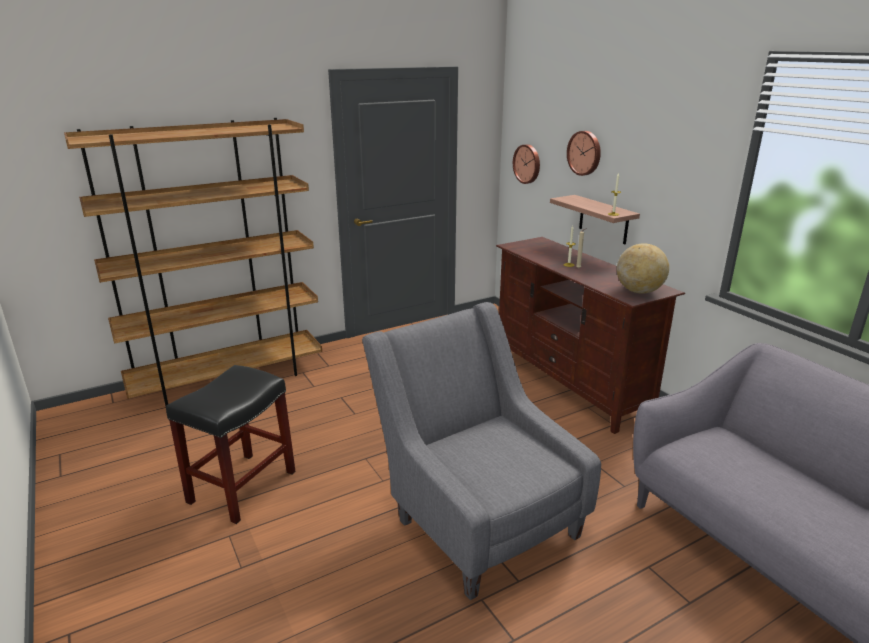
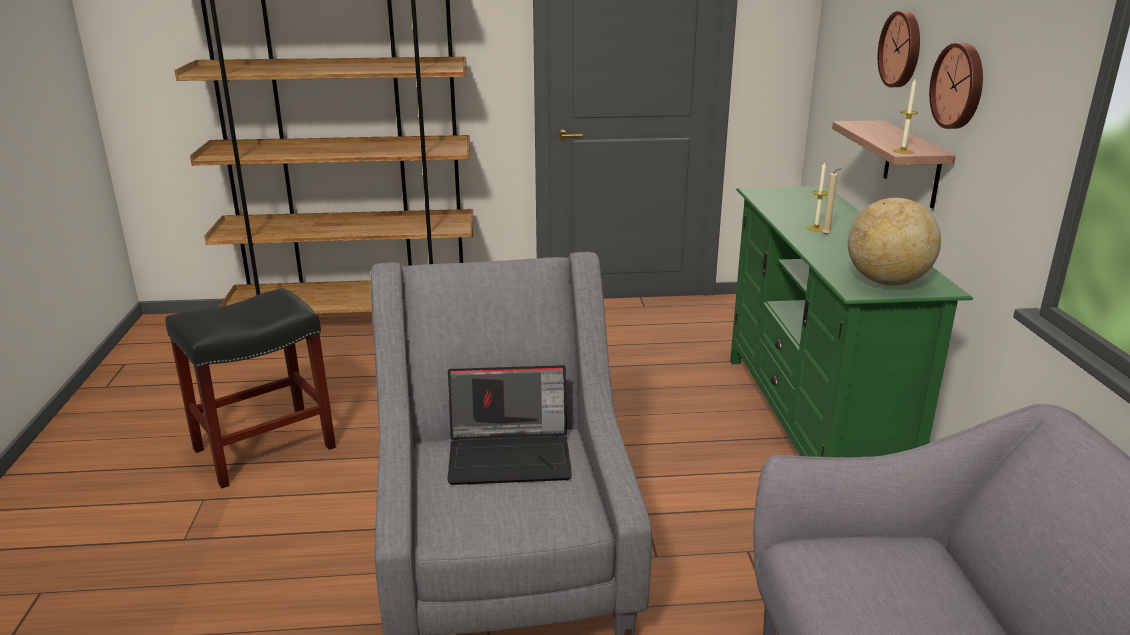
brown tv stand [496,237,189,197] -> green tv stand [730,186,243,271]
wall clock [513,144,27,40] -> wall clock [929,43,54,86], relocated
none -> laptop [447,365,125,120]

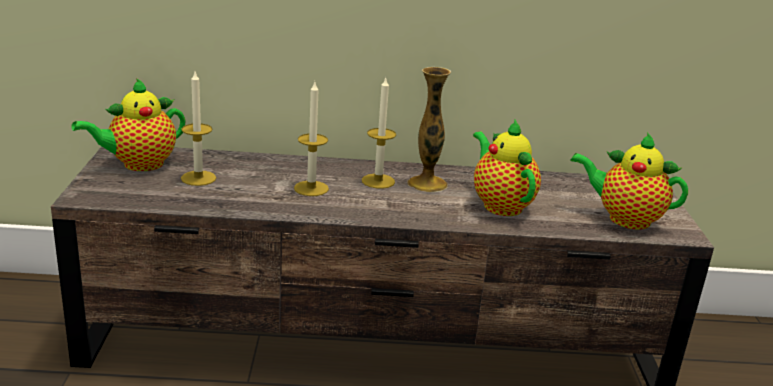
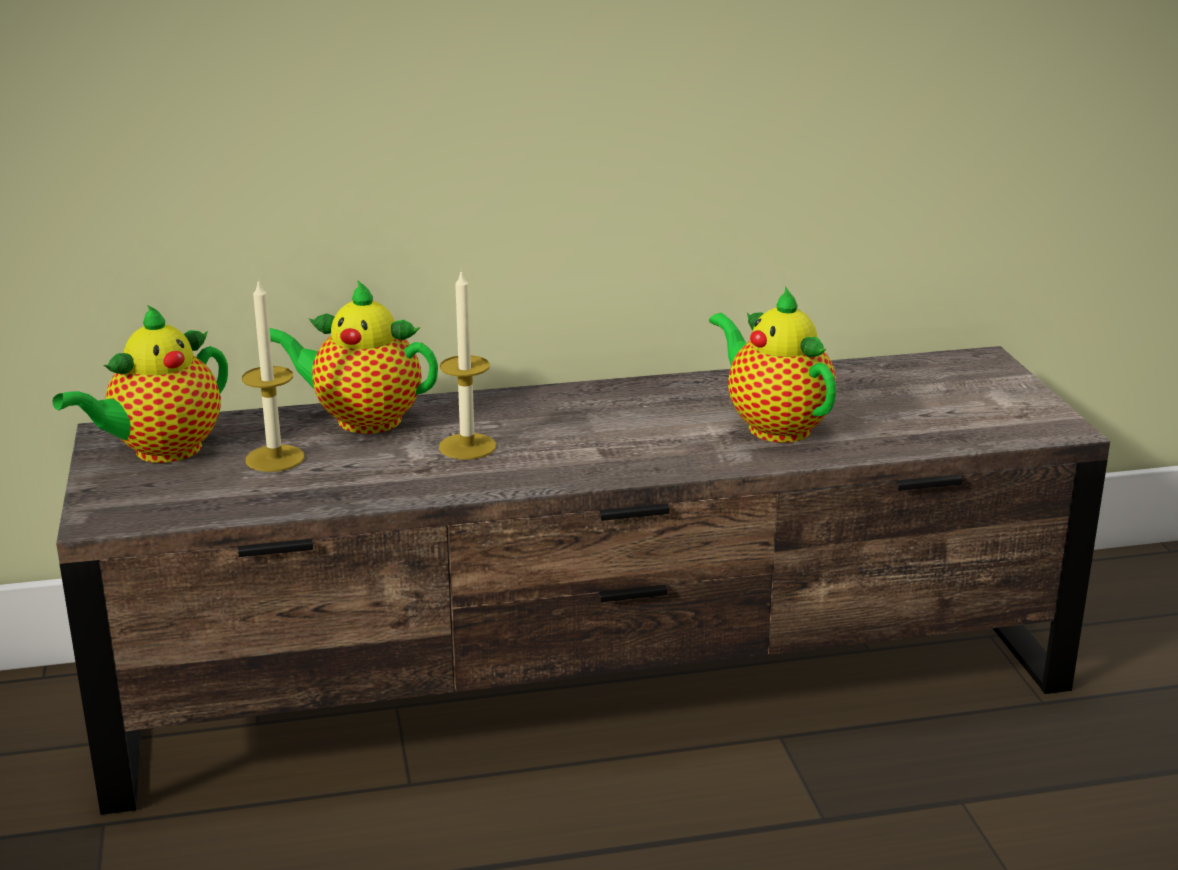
candle [362,78,34,111] -> none
vase [407,67,44,125] -> none
teapot [570,132,118,98] -> teapot [269,280,169,154], relocated

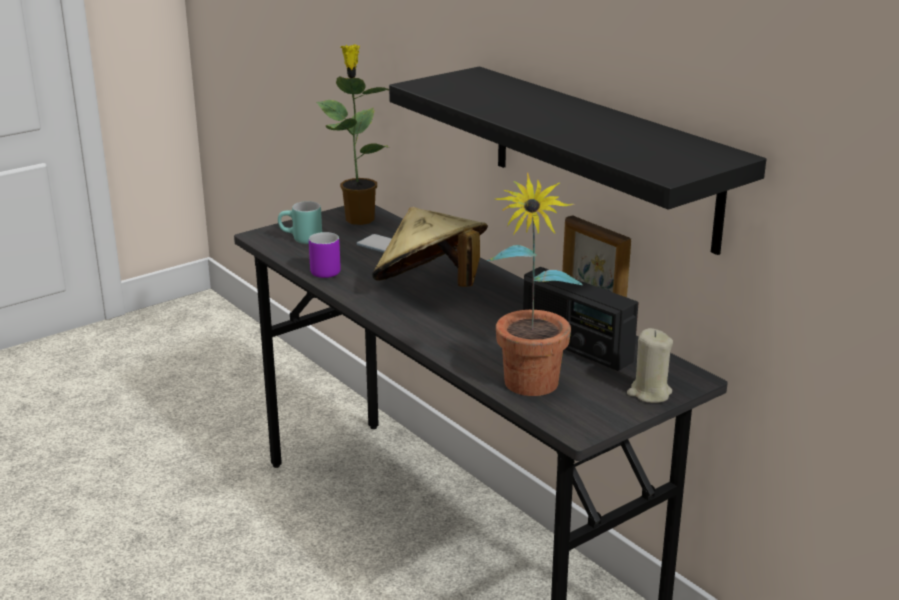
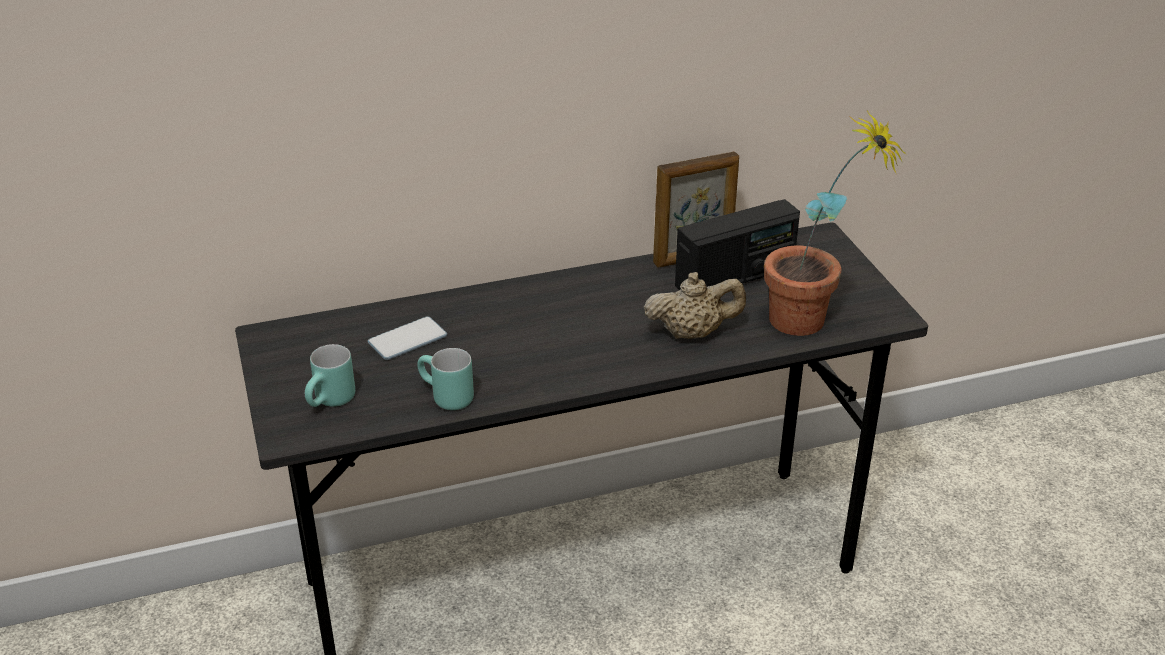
purple mug [309,232,32,46] -> turquoise mug [417,348,57,62]
potted plant [316,44,73,181] -> none
beige hat [372,207,116,80] -> none
black shelf [389,66,377,189] -> none
beige candle [627,328,46,75] -> none
none -> beige teapot [644,272,102,67]

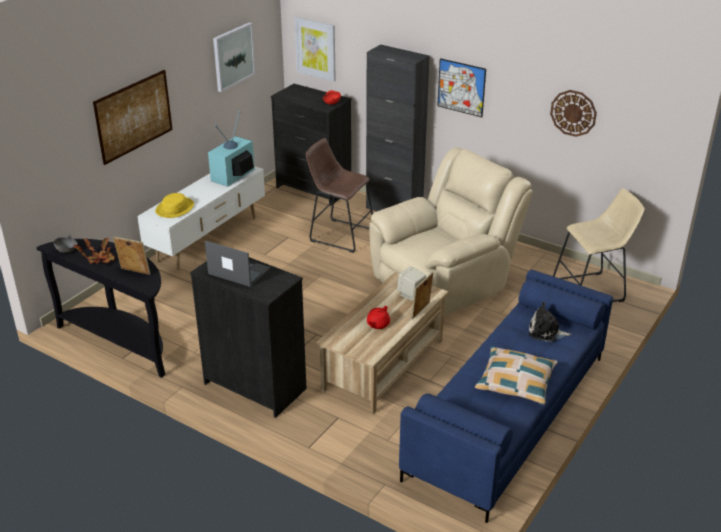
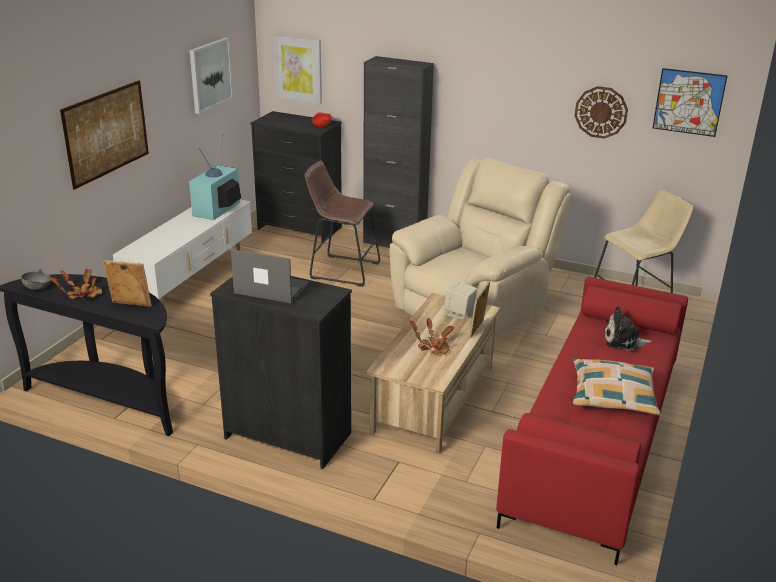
yellow hat [155,193,39,25] -> none
red teapot [367,306,23,23] -> potted plant [409,318,45,37]
blue sofa [399,269,214,254] -> red sofa [496,277,192,288]
picture [437,58,49,59] -> picture [653,68,75,69], relocated

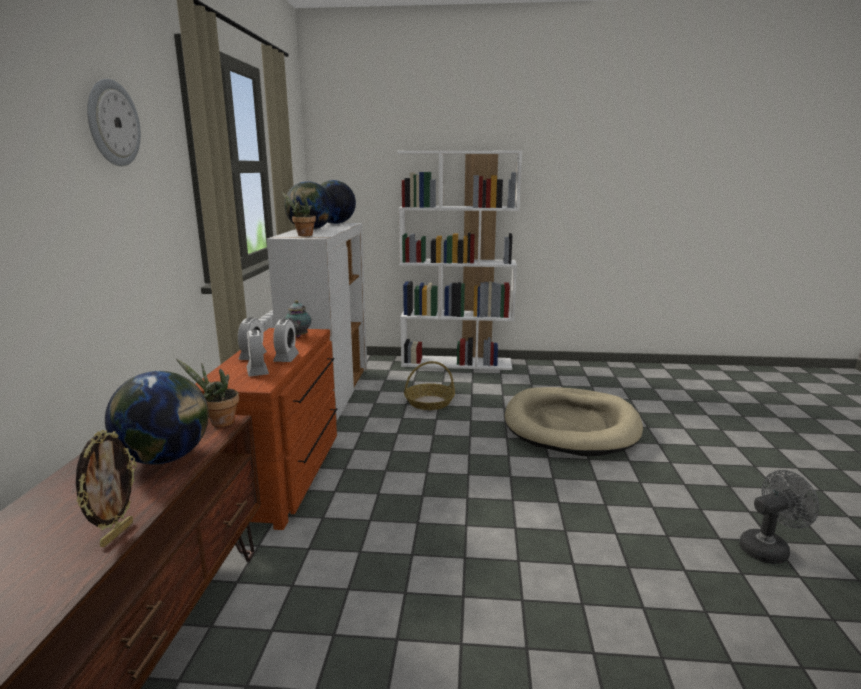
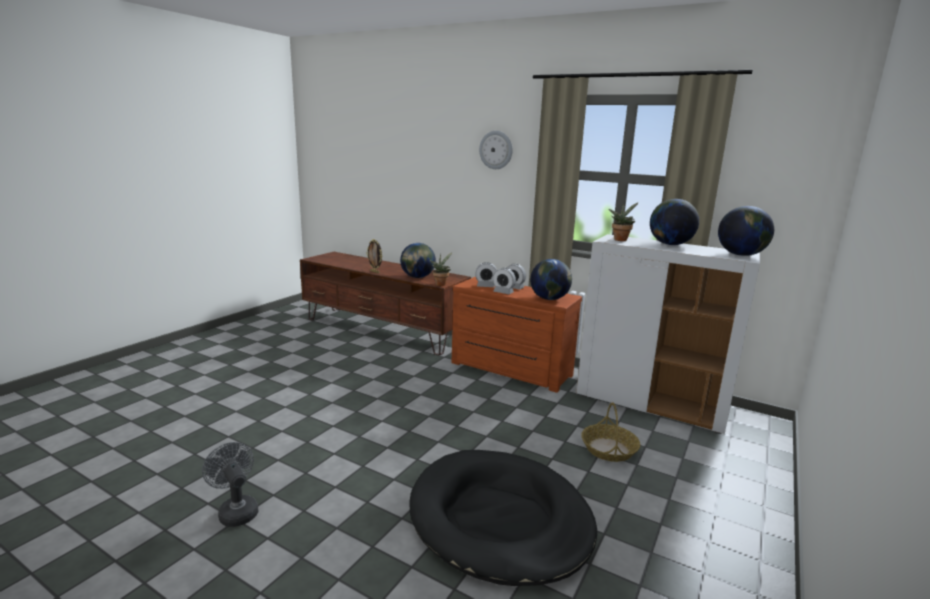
teapot [285,300,26,37] -> globe [530,259,42,41]
white bookcase [397,151,125,219] -> none
beige dog bed [505,387,138,69] -> black dog bed [409,450,188,136]
grey fan [739,470,80,94] -> grey fan [202,442,56,85], 135 degrees clockwise

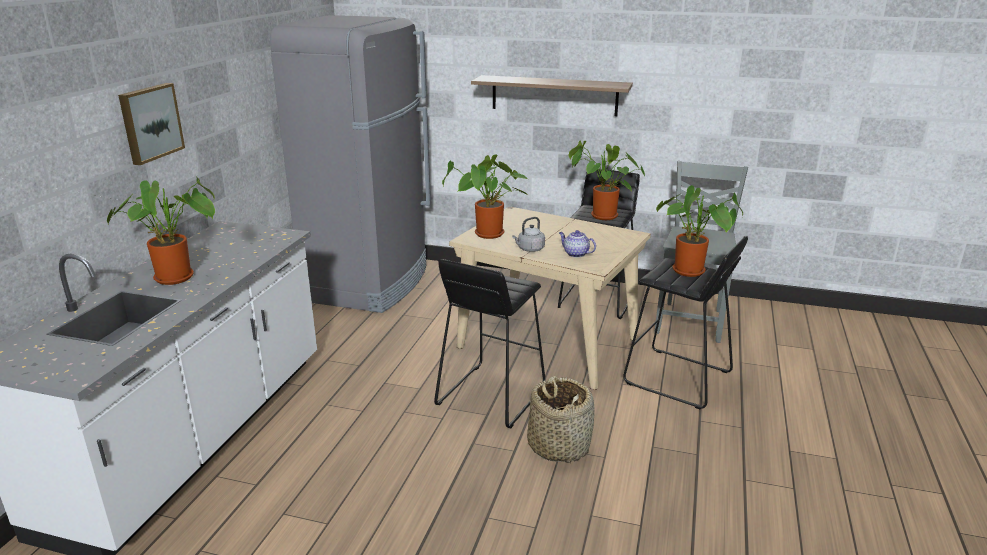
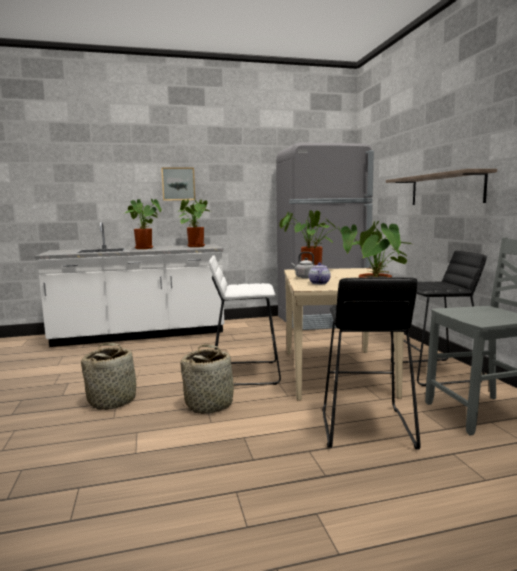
black stool [434,259,111,169] -> white stool [209,256,72,130]
potted plant [569,141,76,79] -> potted plant [177,199,34,48], relocated
none -> basket [81,343,59,67]

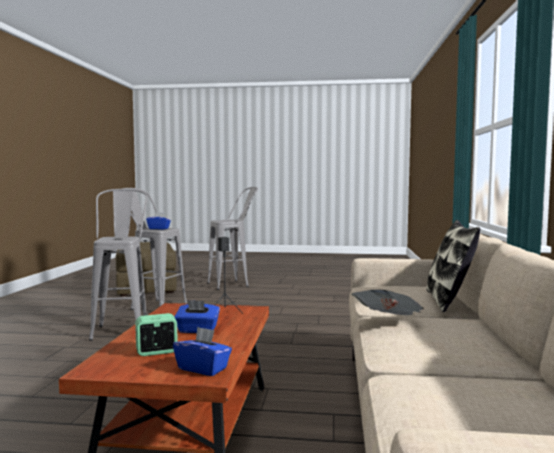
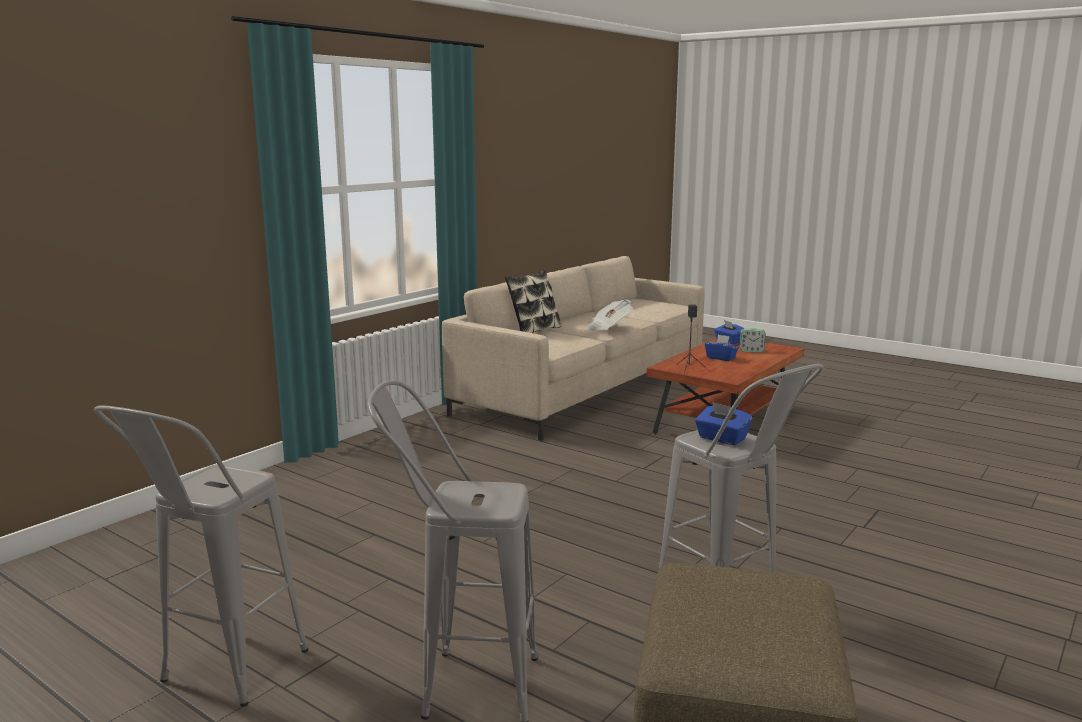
grey stool [89,189,59,152] -> grey stool [94,406,214,301], relocated

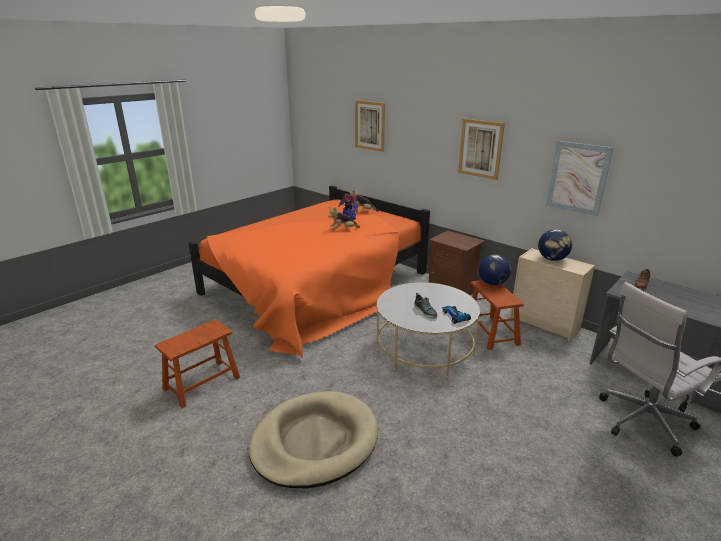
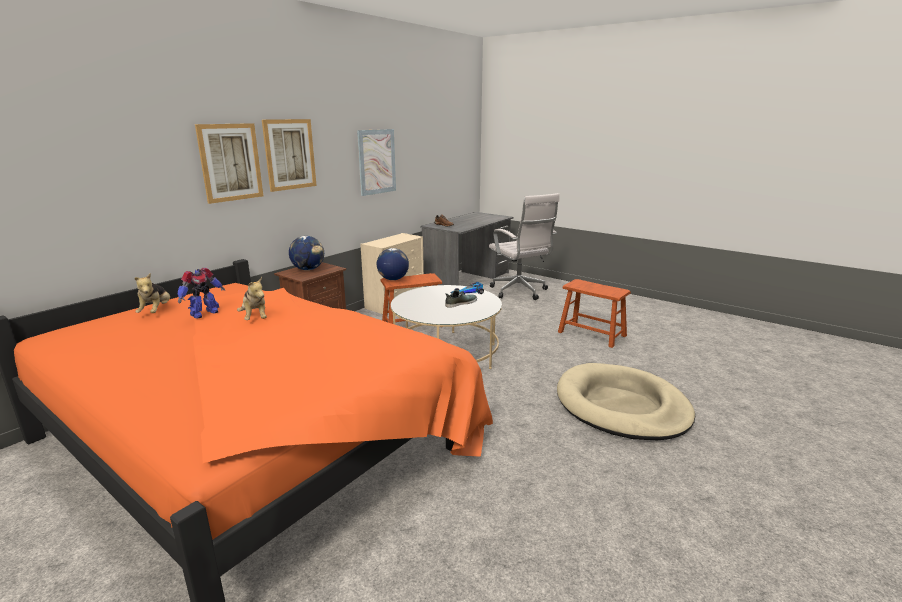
brown stool [155,320,85,88] -> brown stool [558,279,73,69], relocated
picture [355,100,30,52] -> picture [195,123,68,81], relocated
globe [538,229,34,32] -> globe [289,236,35,34], relocated

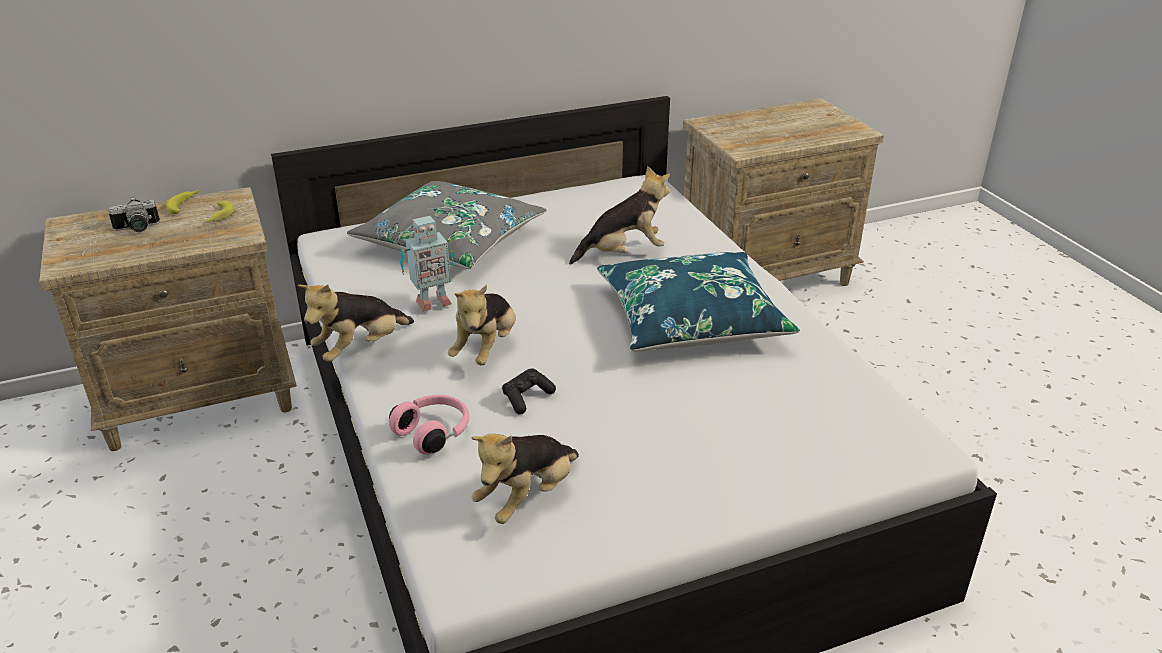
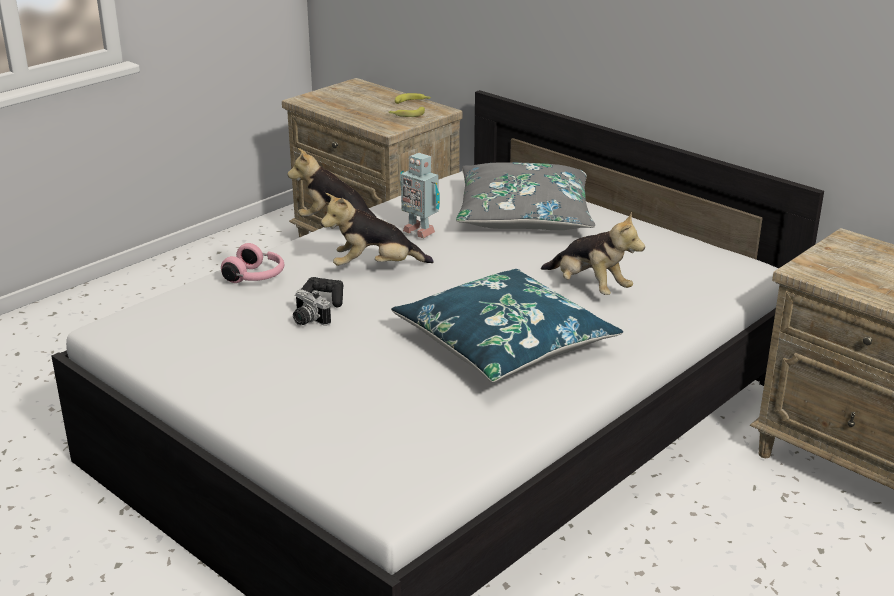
photo camera [108,197,52,35] -> photo camera [293,289,38,37], relocated
plush toy [472,434,107,90] -> none

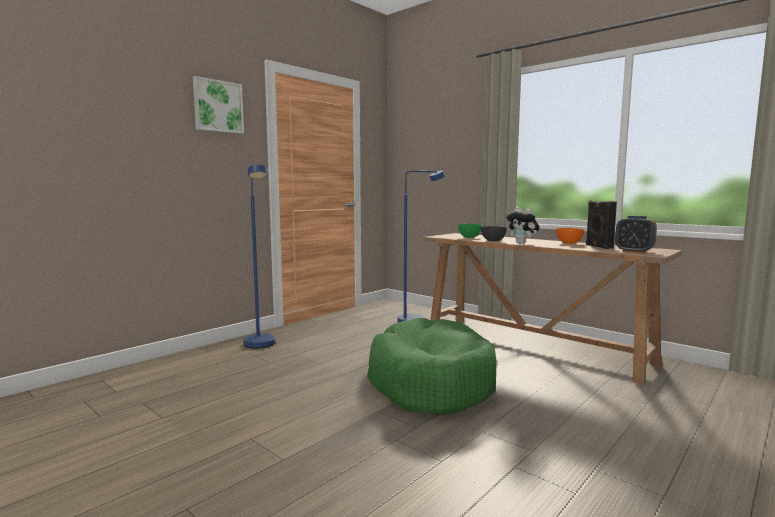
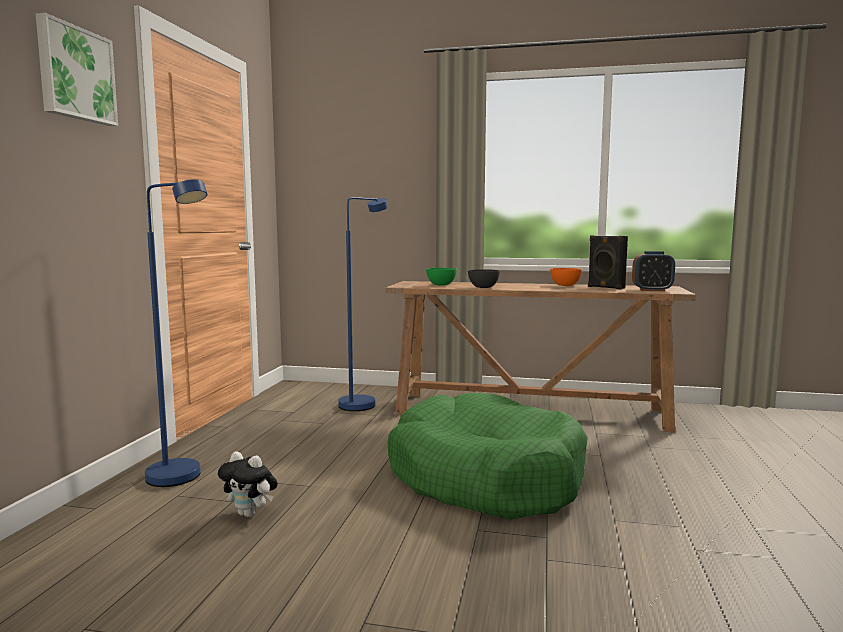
plush toy [507,207,32,37] -> plush toy [218,451,60,66], relocated

